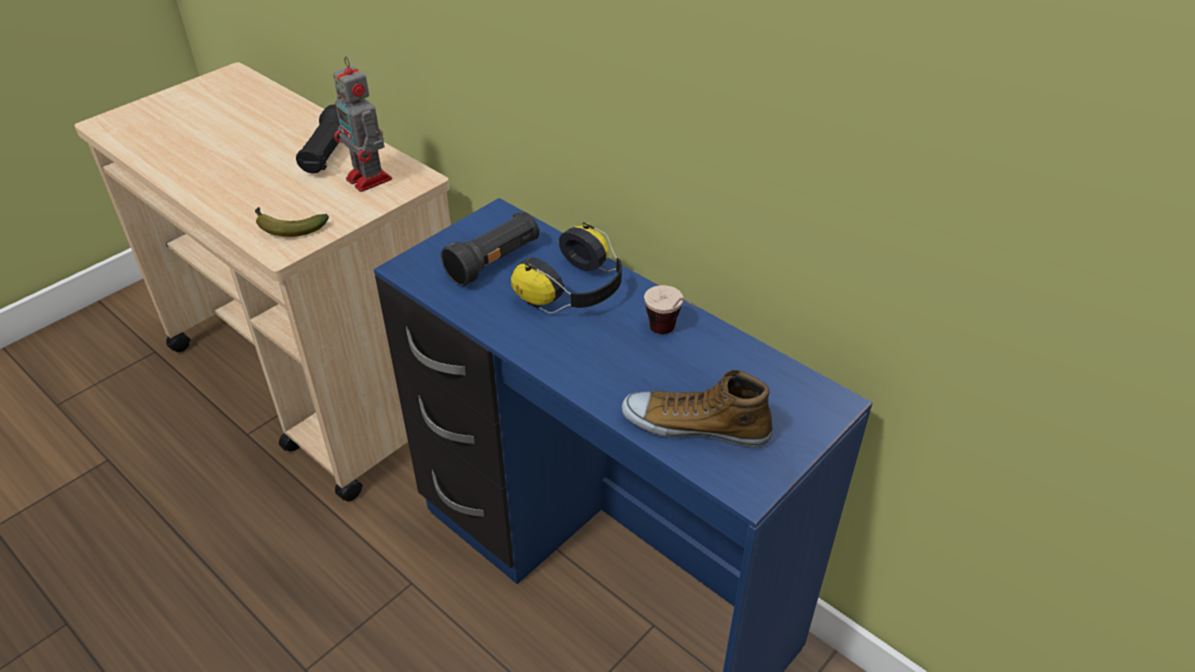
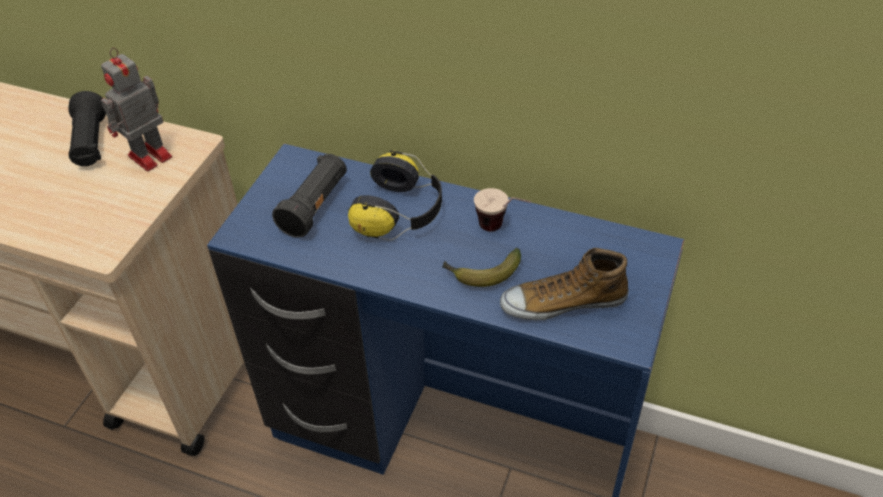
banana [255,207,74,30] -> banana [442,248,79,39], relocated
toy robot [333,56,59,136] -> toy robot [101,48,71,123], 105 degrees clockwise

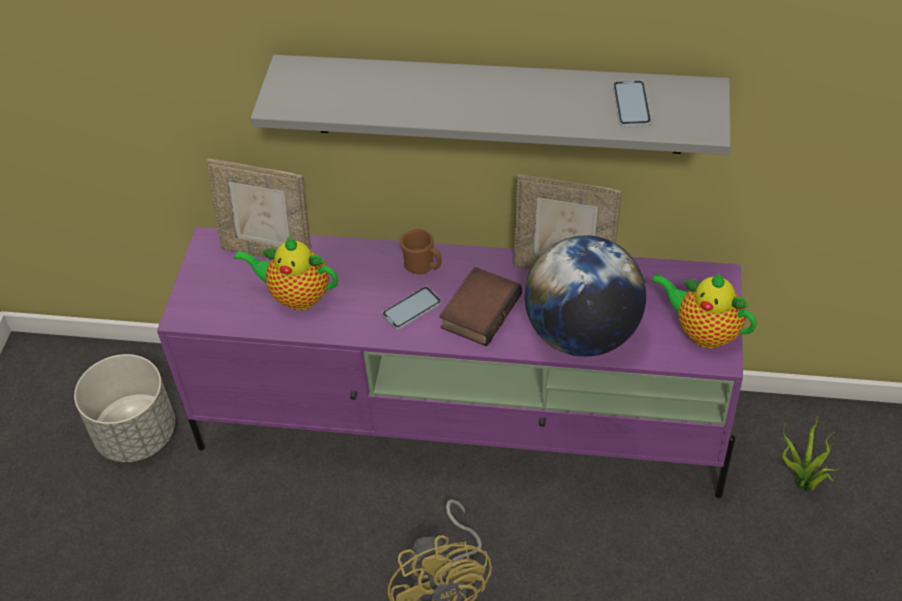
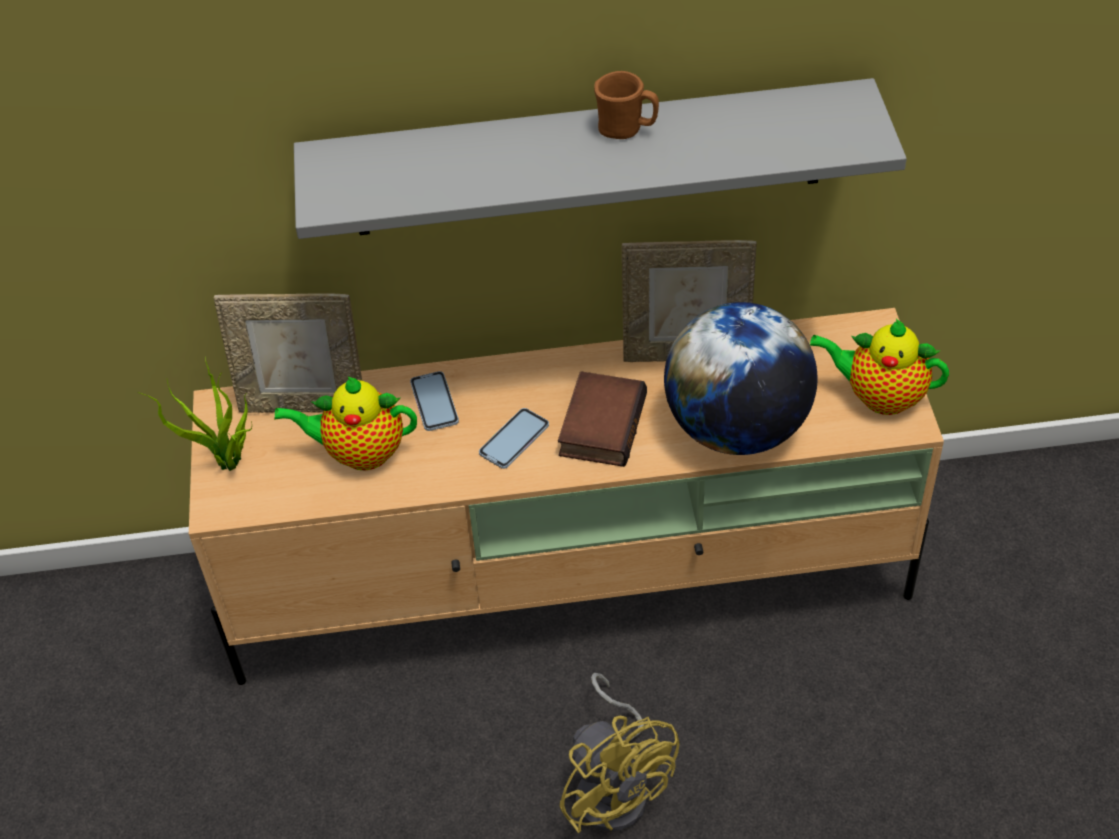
grey planter [74,354,101,108] -> none
purple tv stand [157,227,586,271] -> beige tv stand [189,308,755,377]
brown mug [400,229,42,45] -> brown mug [594,71,65,68], relocated
phone [613,80,39,46] -> phone [410,371,49,60], relocated
potted plant [781,415,58,76] -> potted plant [137,357,115,114], relocated

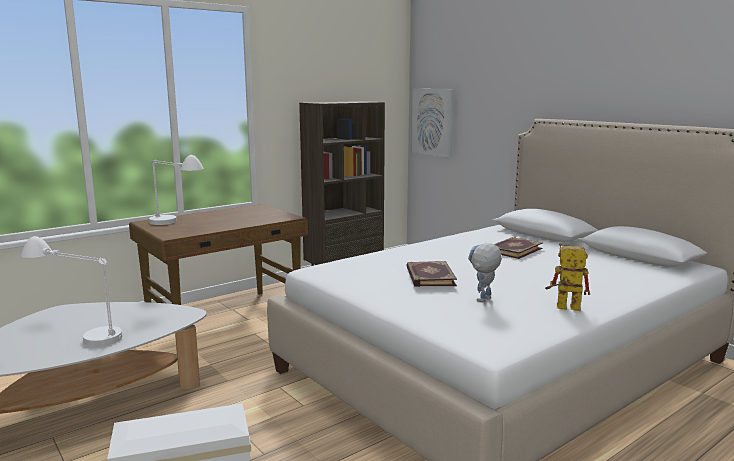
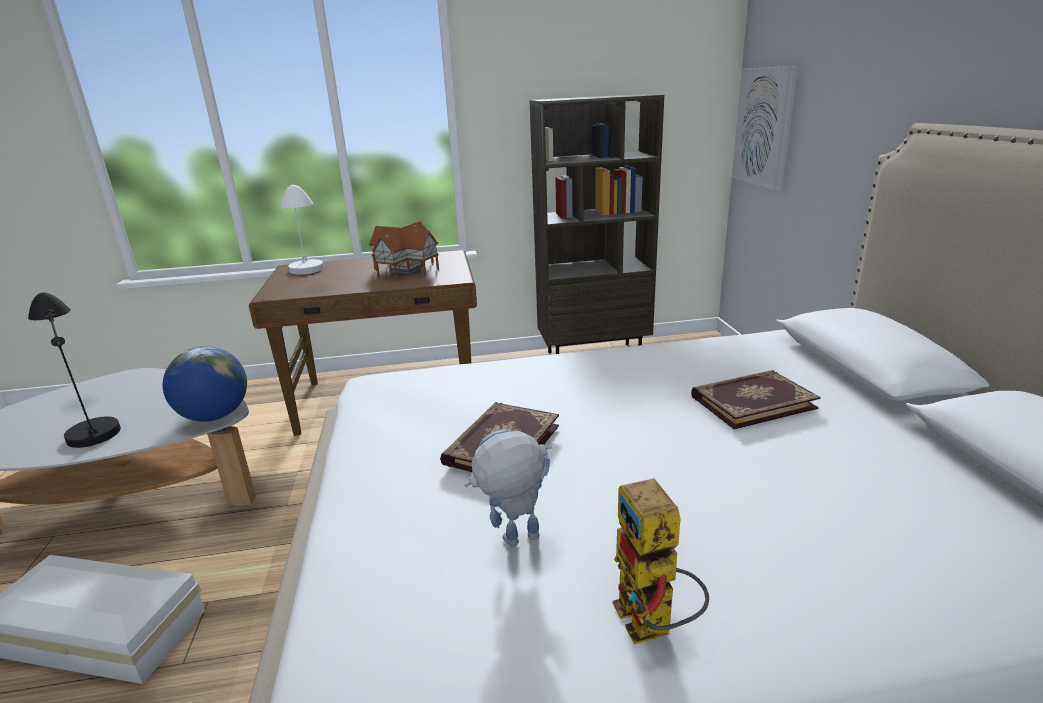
white table lamp [21,236,101,111] -> black table lamp [28,292,93,156]
toy robot [545,243,45,68] -> toy robot [613,478,96,166], 150 degrees counterclockwise
none -> globe [163,346,84,76]
none -> toy house [369,221,70,59]

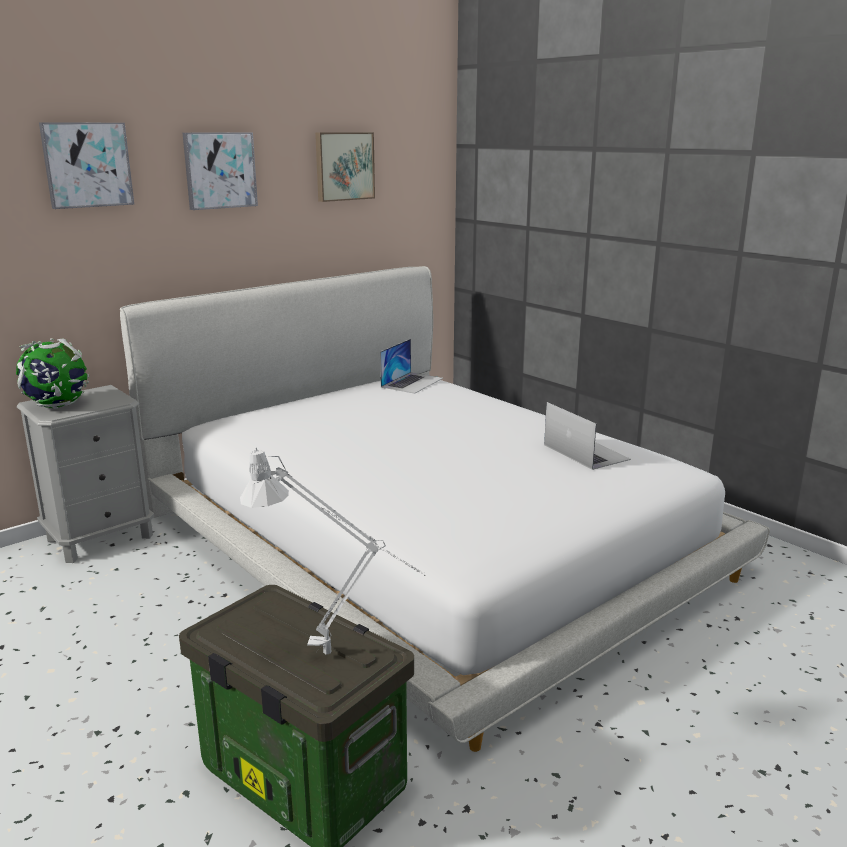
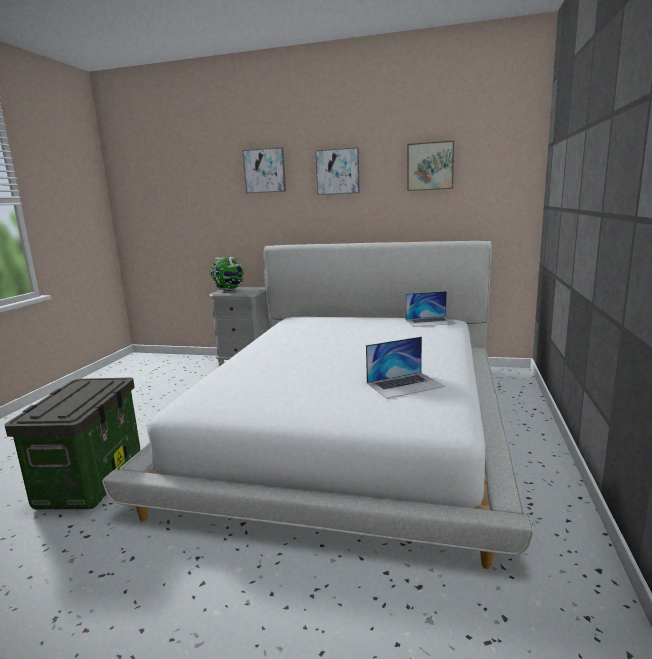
grey table lamp [240,448,186,207] -> none
laptop [544,402,87,68] -> laptop [366,336,79,63], 45 degrees clockwise

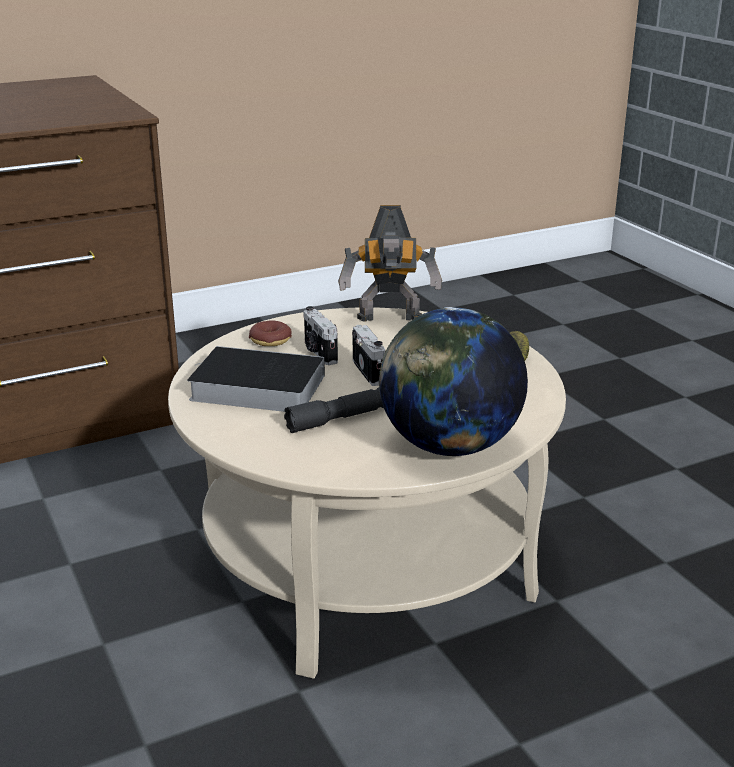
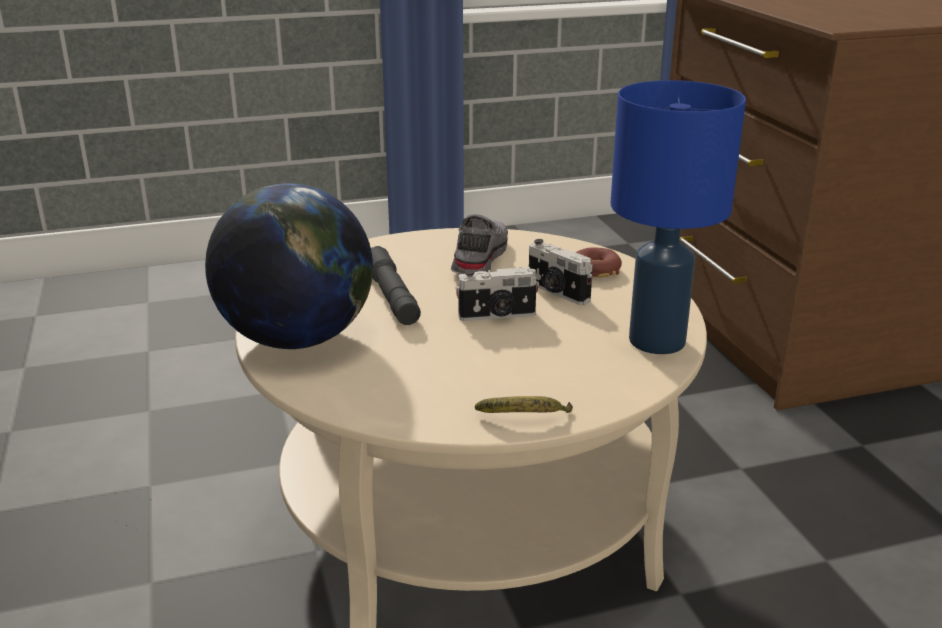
book [187,346,138,66] -> grey shoe [451,214,57,60]
photo camera [303,306,35,59] -> photo camera [529,239,64,66], 120 degrees counterclockwise
toy robot [338,205,104,117] -> blue table lamp [611,80,135,274]

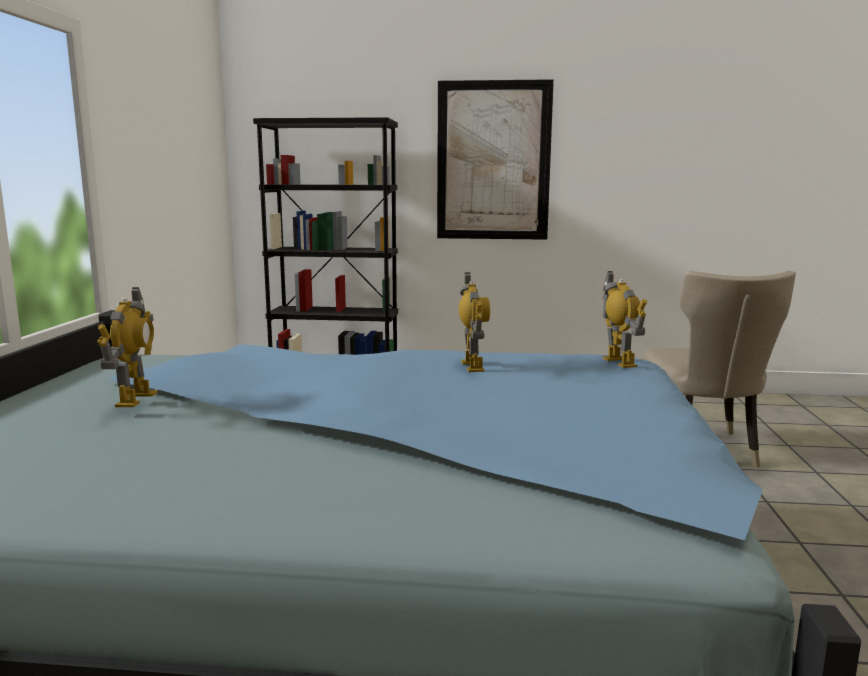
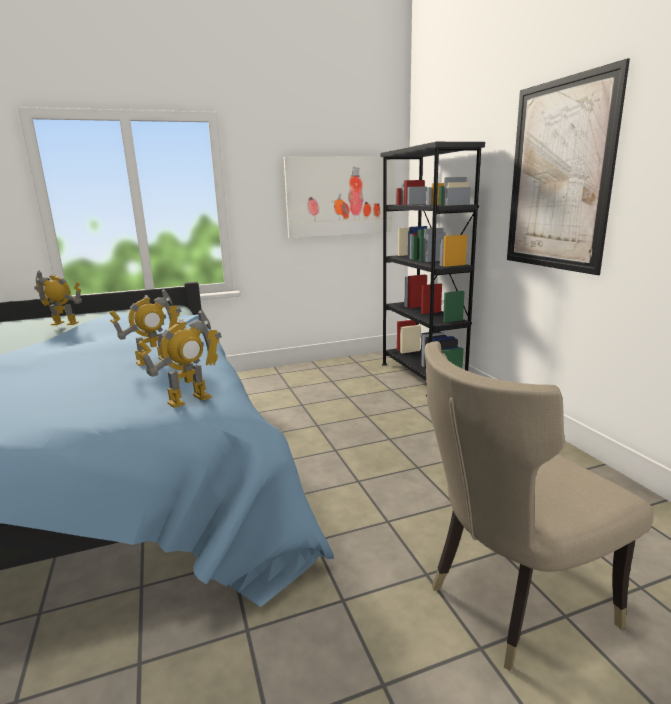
toy robot [97,287,61,120] -> toy robot [34,270,48,55], 150 degrees counterclockwise
none -> picture [284,156,108,82]

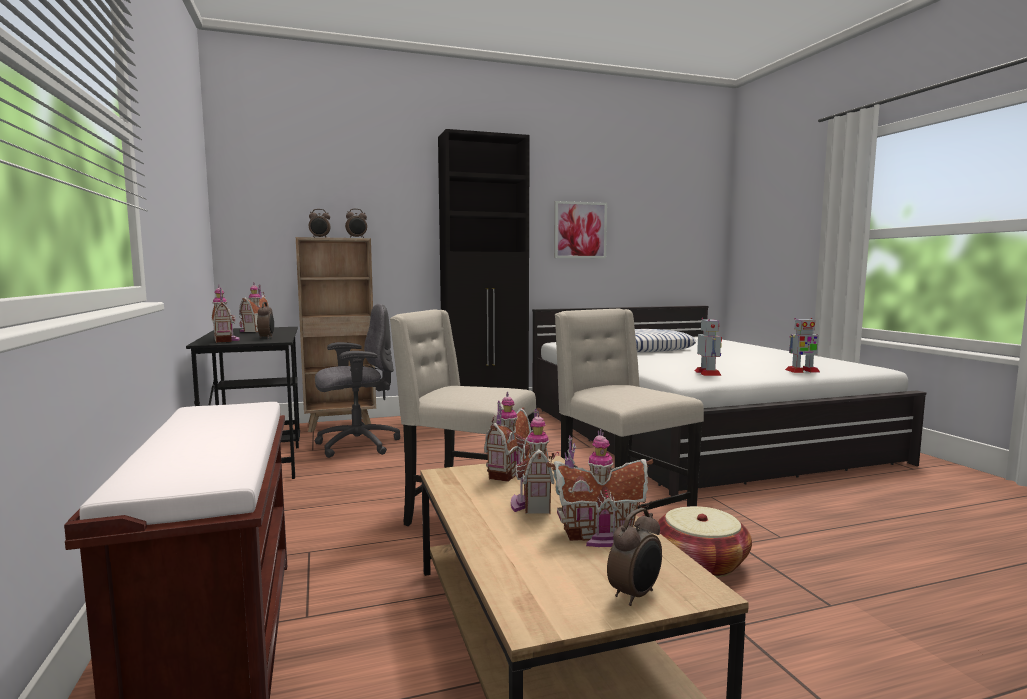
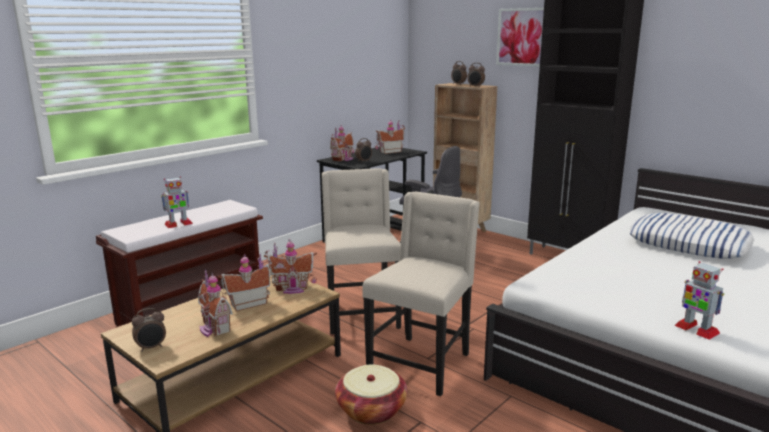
picture [554,201,53,58] -> picture [496,8,48,59], relocated
alarm clock [607,508,55,98] -> alarm clock [132,308,34,44], 45 degrees counterclockwise
toy robot [695,318,27,58] -> toy robot [161,176,32,52], relocated

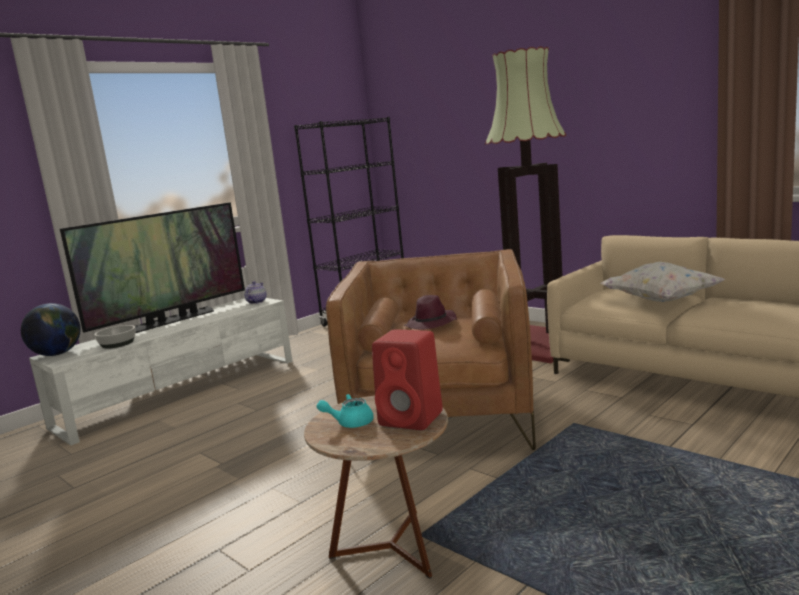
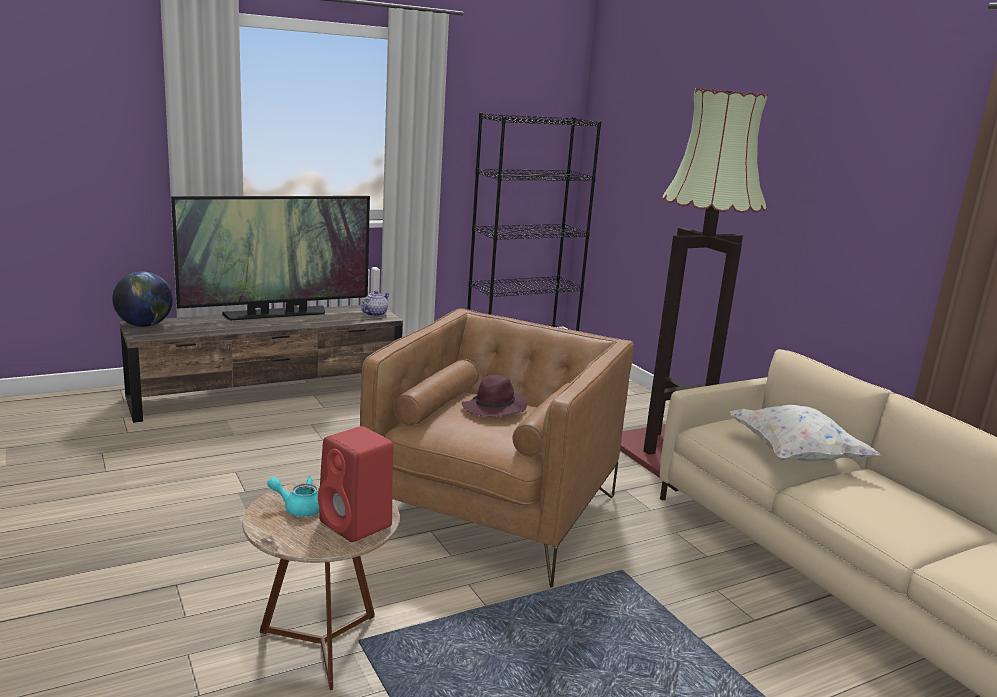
white tv stand [29,298,264,148] -> brown tv stand [120,305,283,118]
bowl [94,325,42,24] -> none

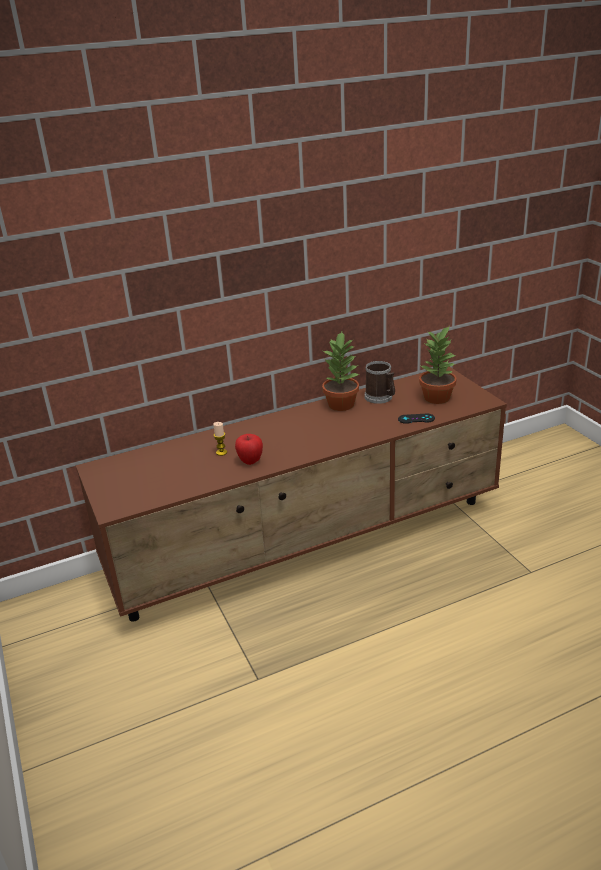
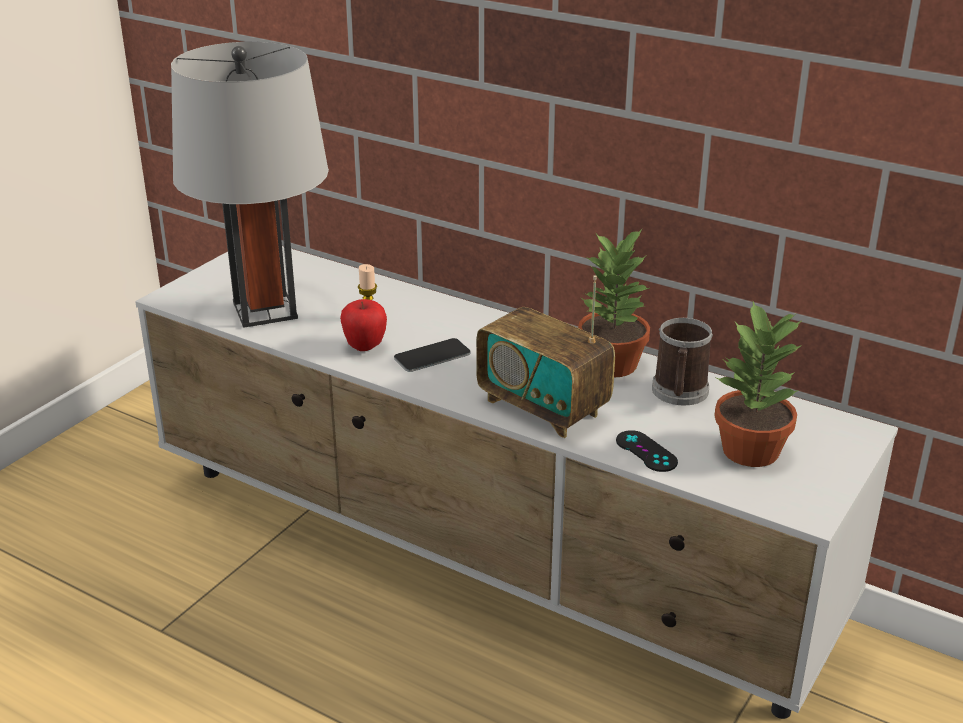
brown tv stand [76,367,431,255] -> white tv stand [135,246,763,473]
none -> grey table lamp [171,42,158,286]
none -> phone [394,338,77,34]
none -> radio [476,275,139,163]

